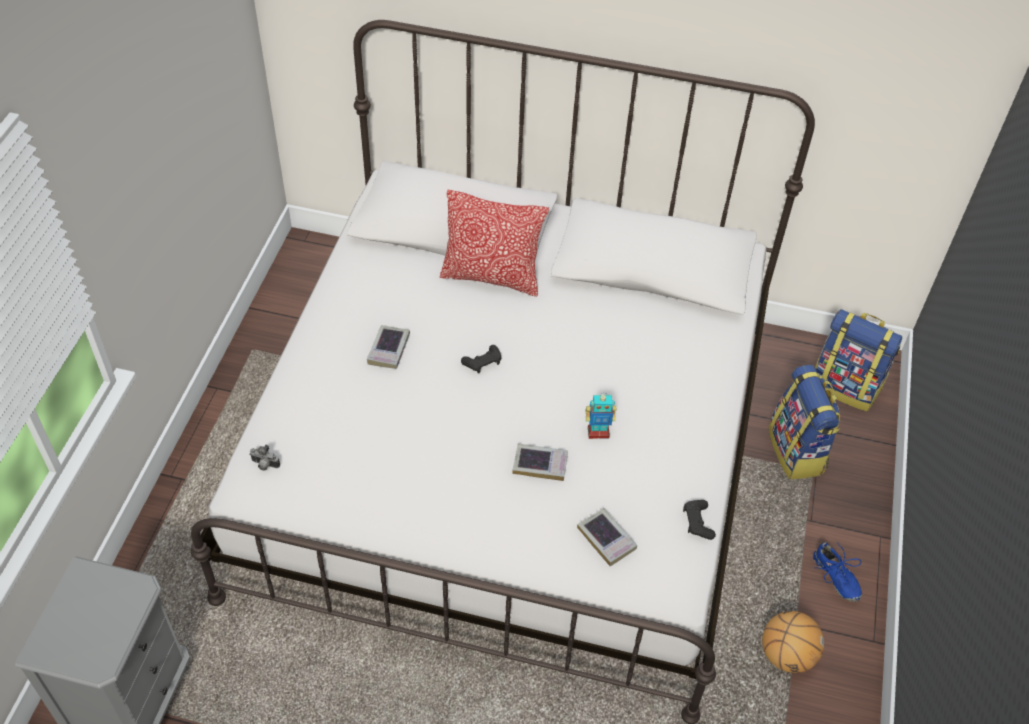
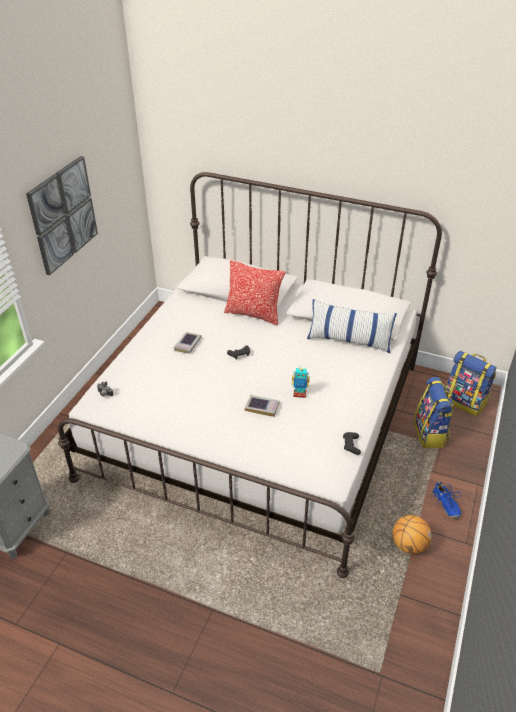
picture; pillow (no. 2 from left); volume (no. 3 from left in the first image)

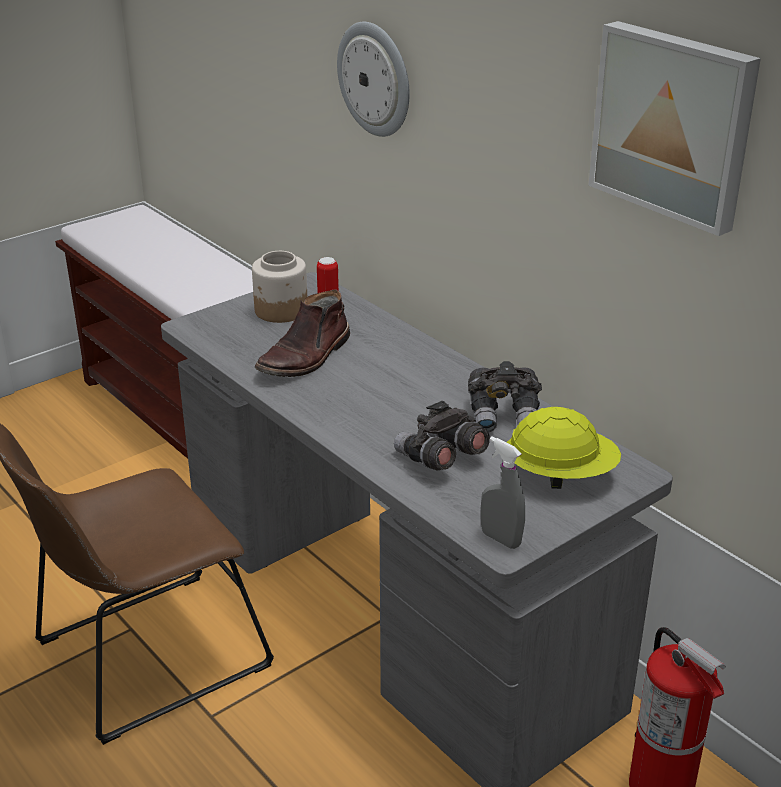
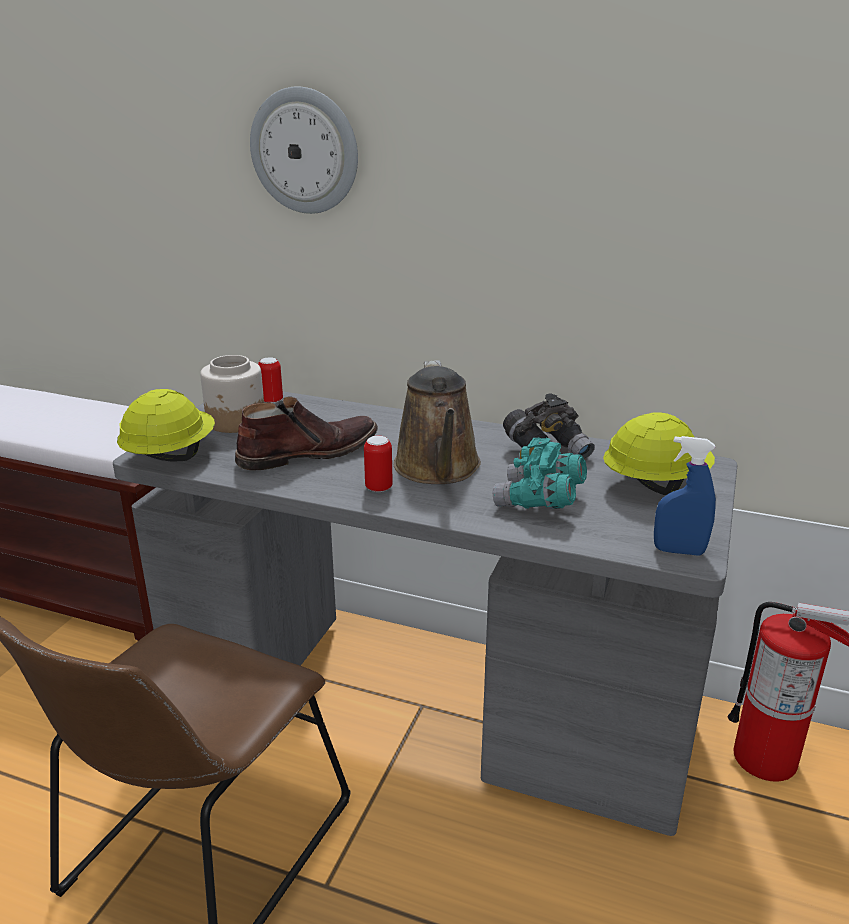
yellowish work helmet (no. 1 from left); brown-coloured high-top boot; metal can (no. 2 from left); brown-coloured watering pot; blue-green binoculars; blue hand sprayer; picture

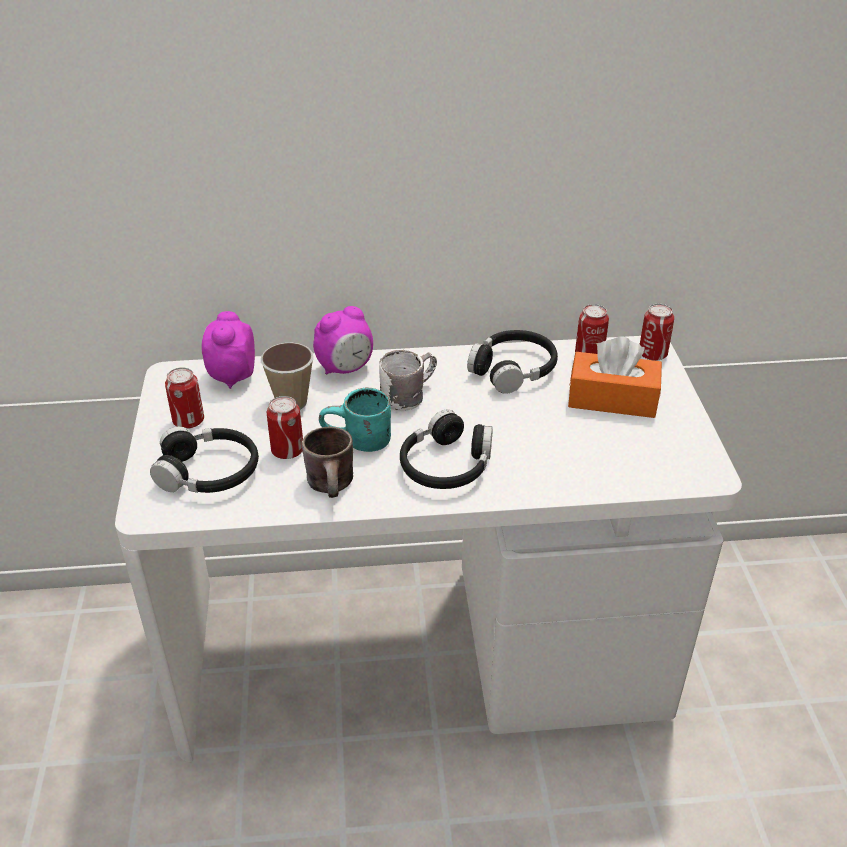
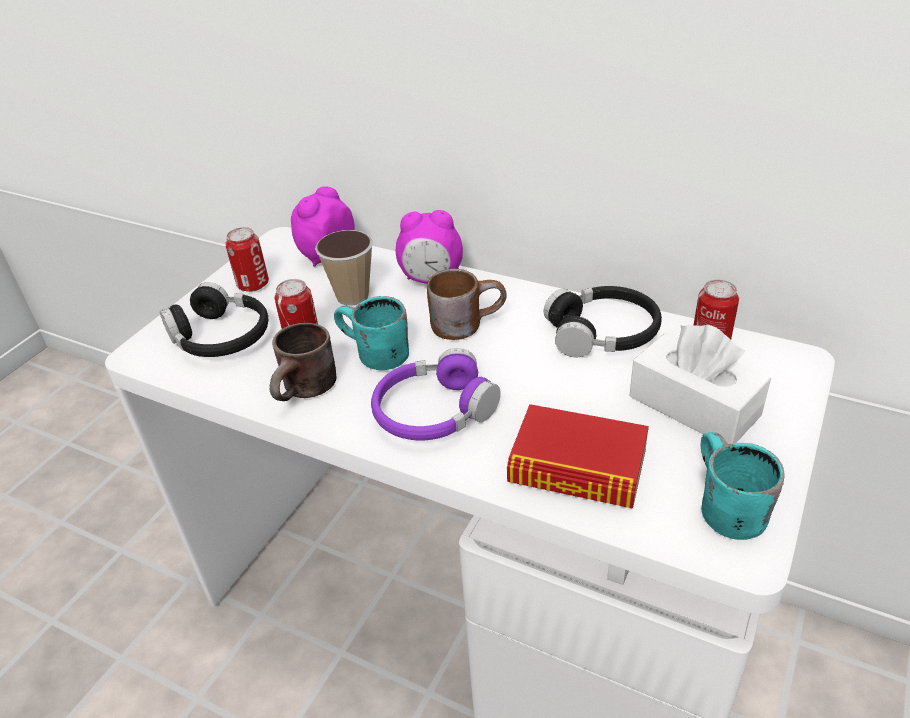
purple pair of headphones; brown-coloured tea mug (no. 2 from left); volume; white tissue box; blue-green tea mug (no. 2 from left); metal can (no. 4 from left in the first image)

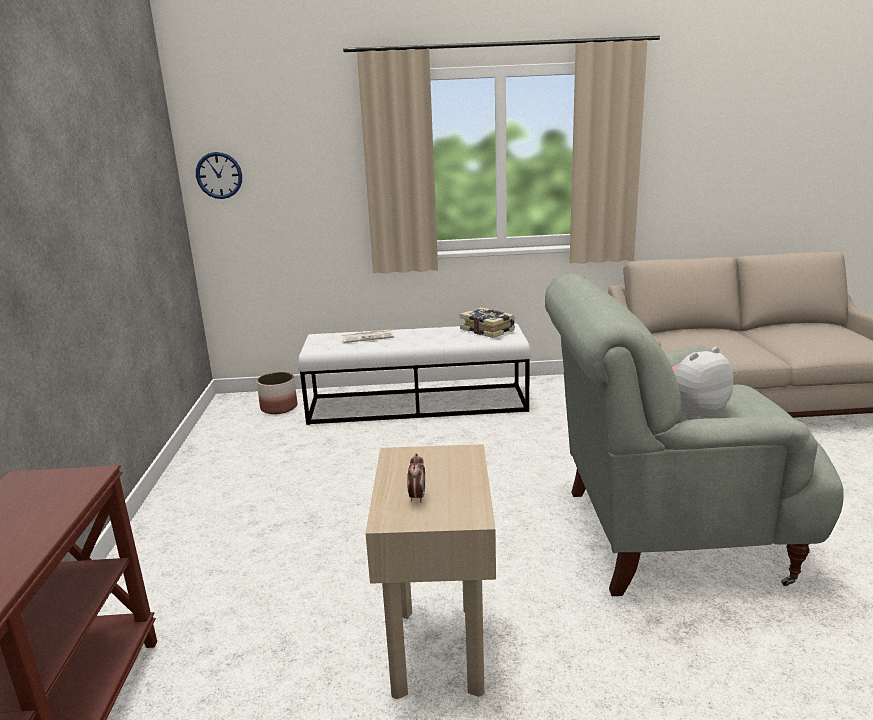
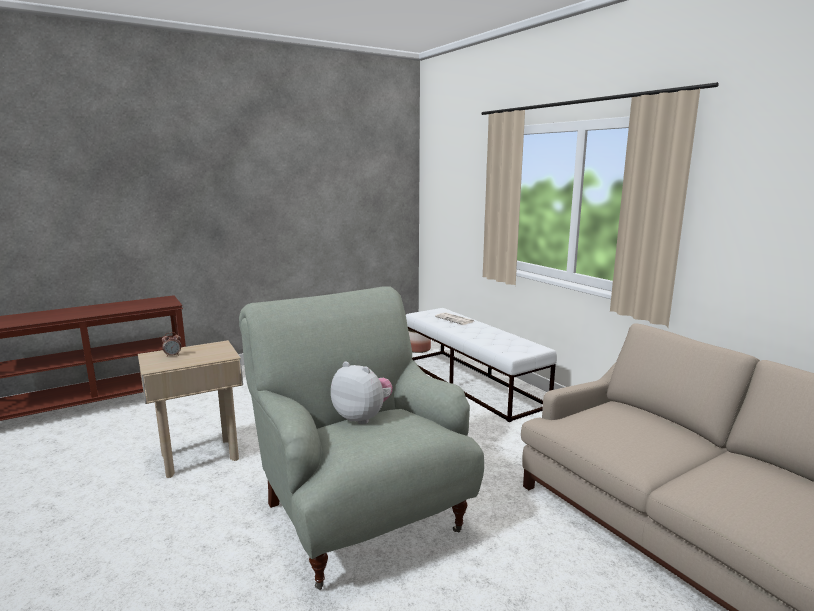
wall clock; volume

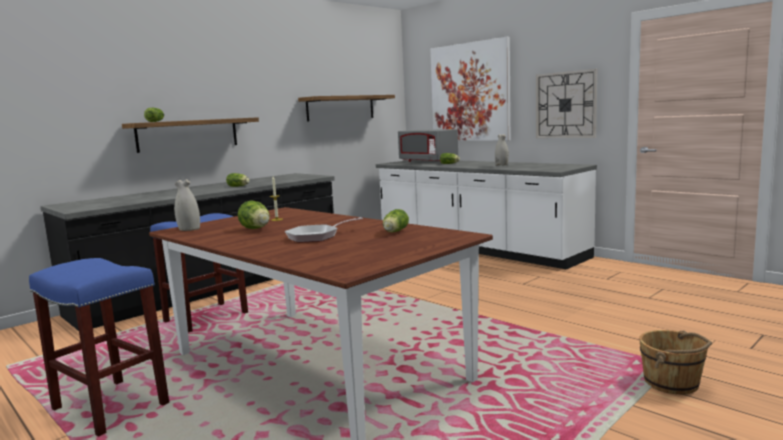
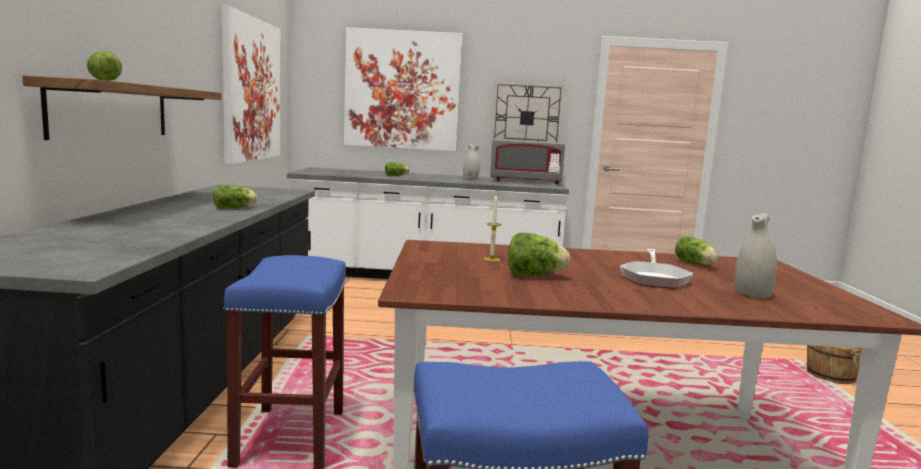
picture (no. 1 from left); gray microwave; white vase (no. 2 from left)

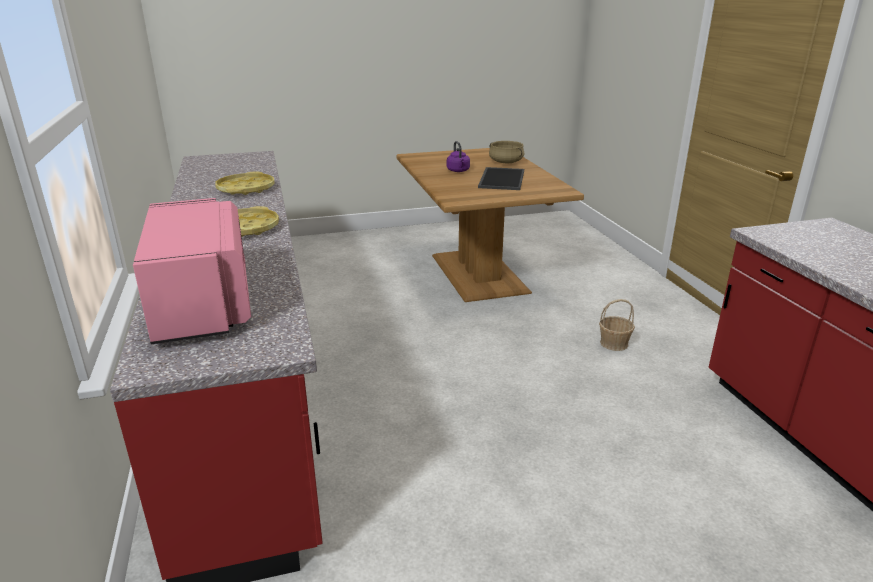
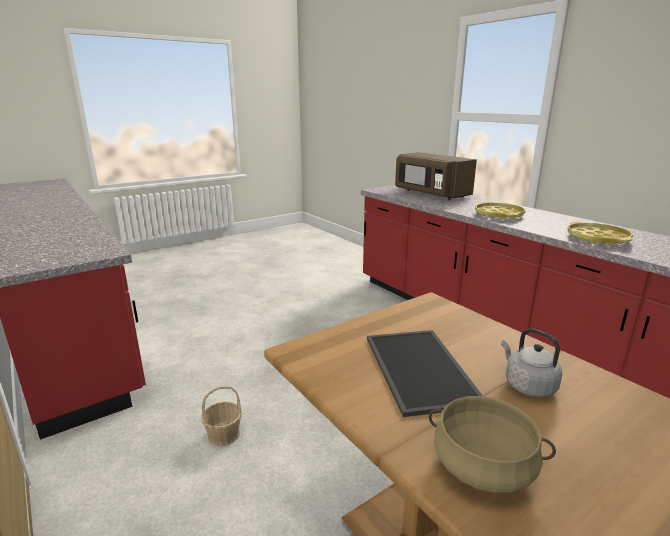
brown-coloured microwave; gray tea kettle

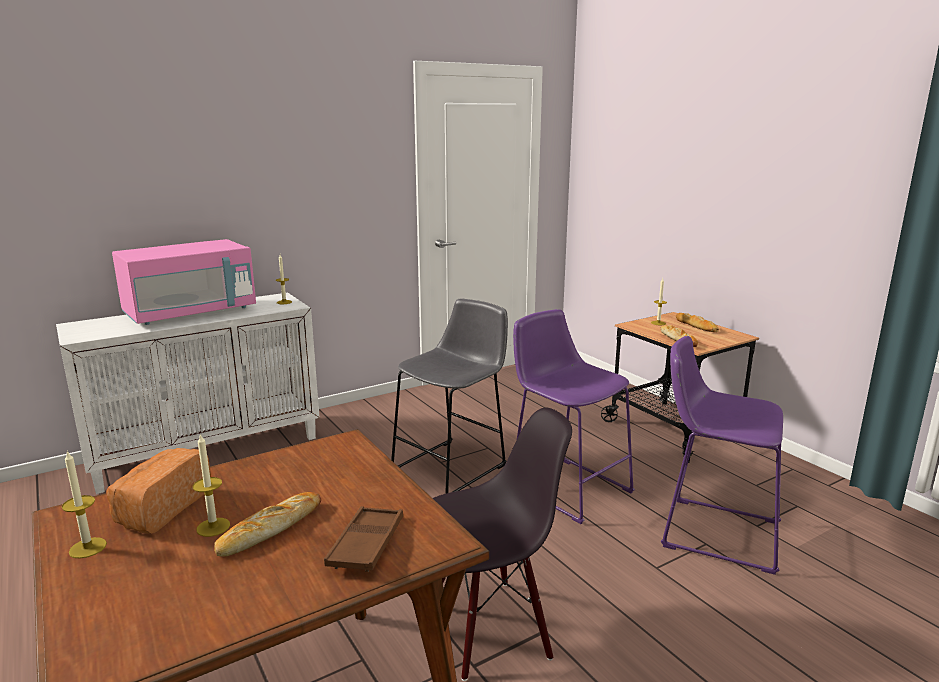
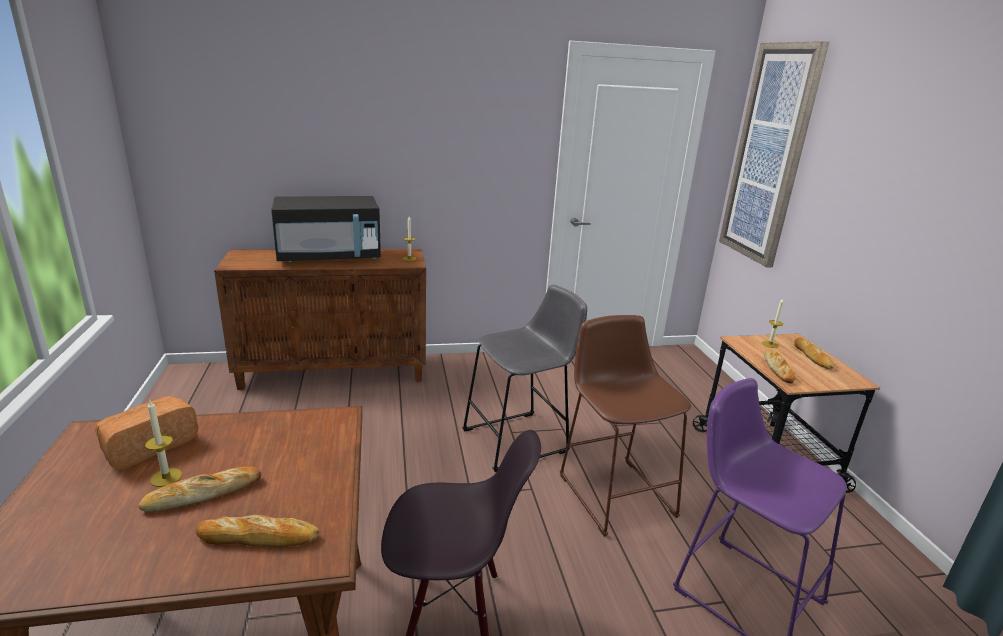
bakery bread (no. 3 from left); brown-coloured cabinet; black-coloured microwave; brown-coloured stool; picture; candle (no. 1 from left in the first image)

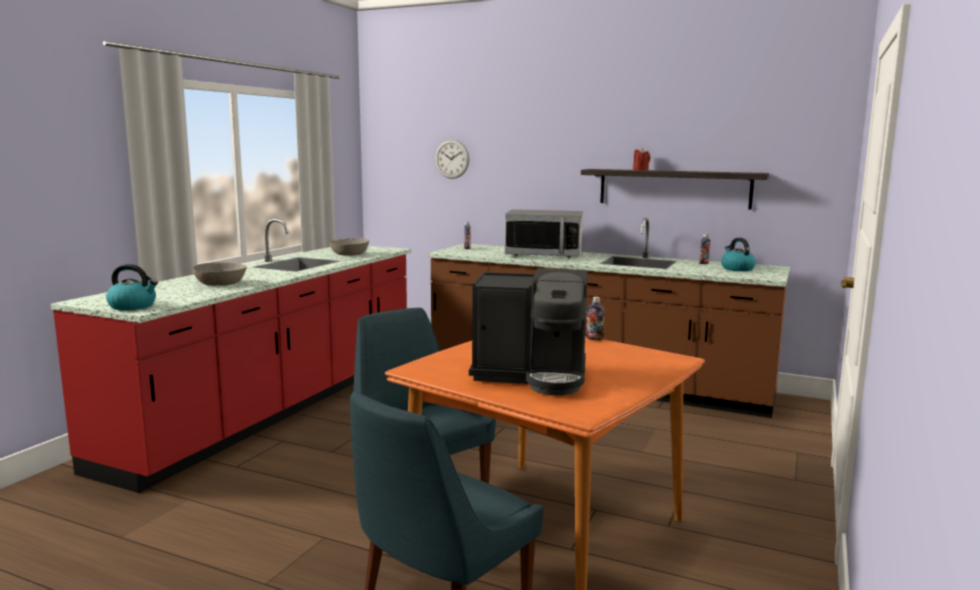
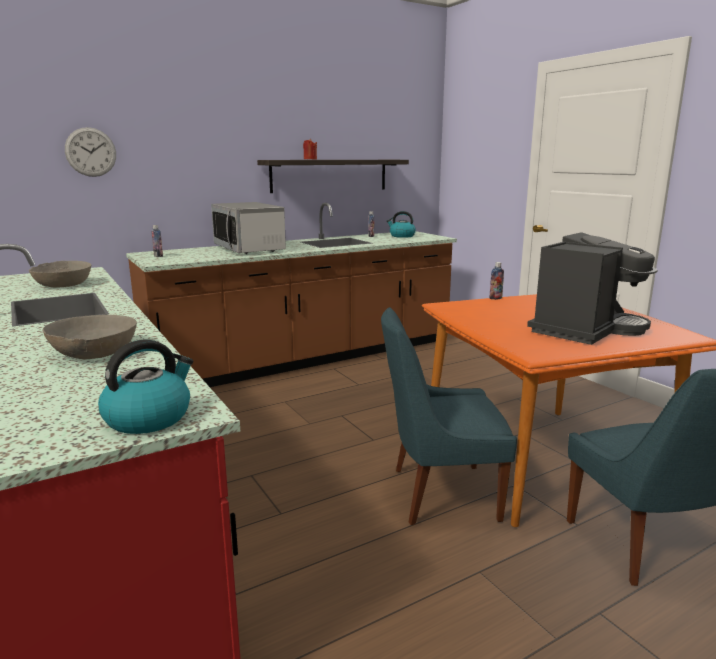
microwave

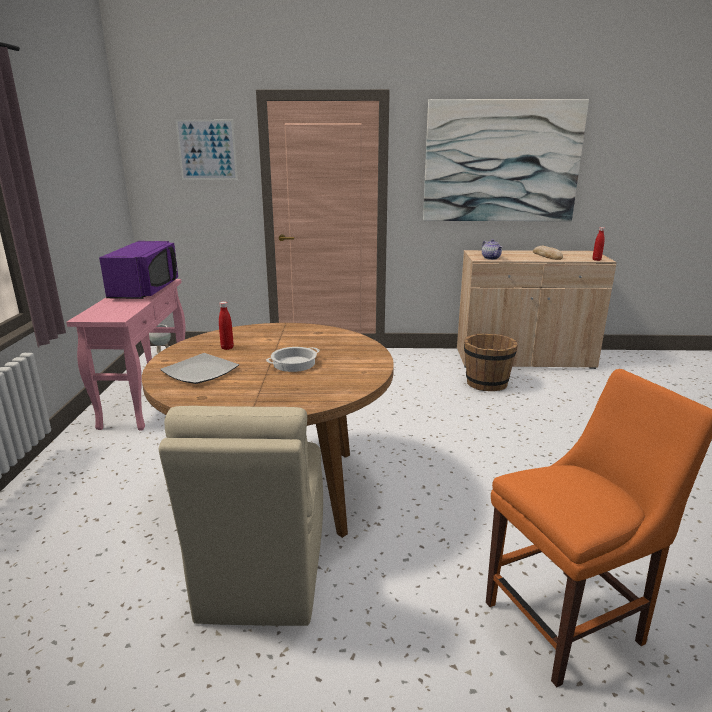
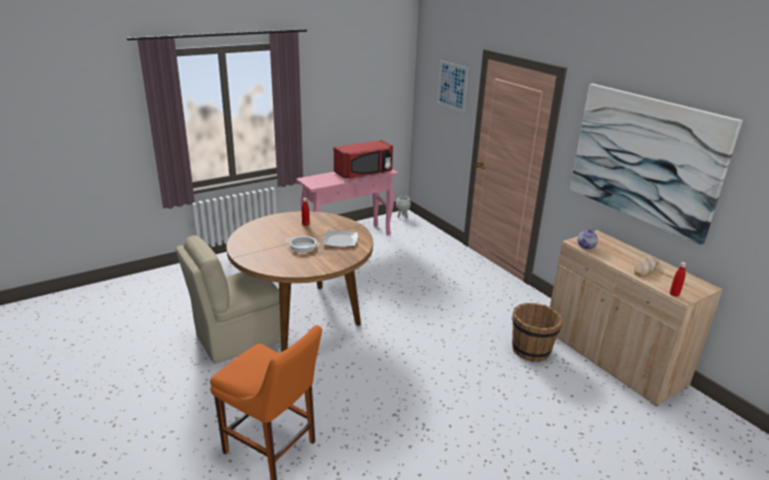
plate; red-coloured microwave

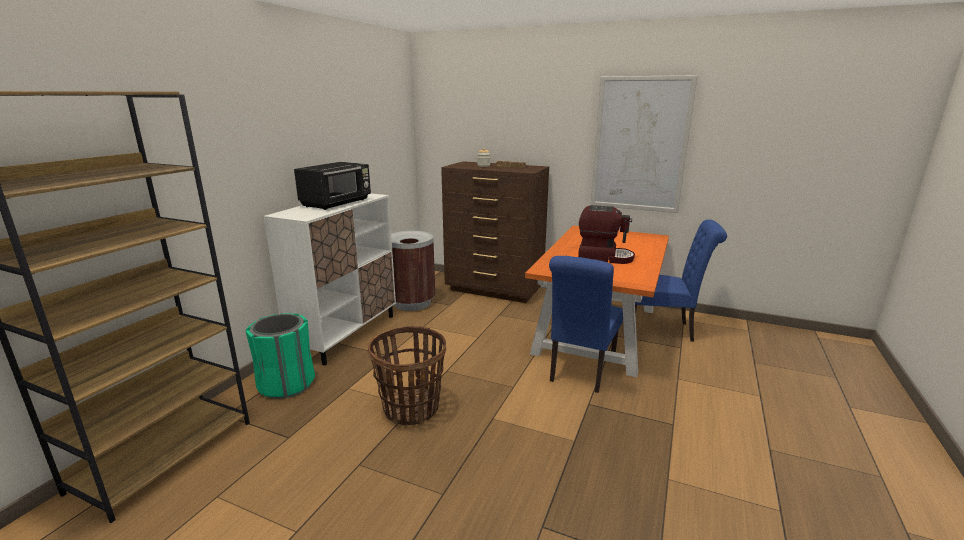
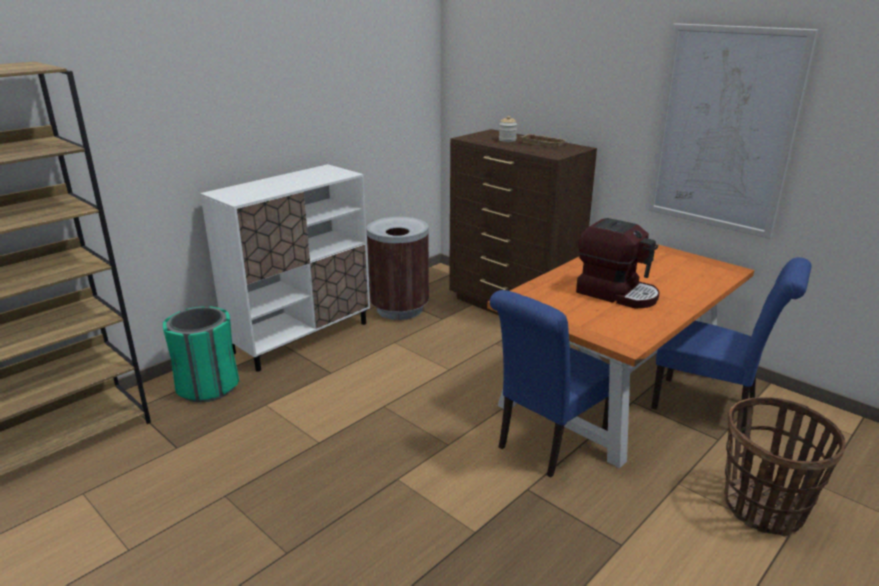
basket; black-coloured microwave

